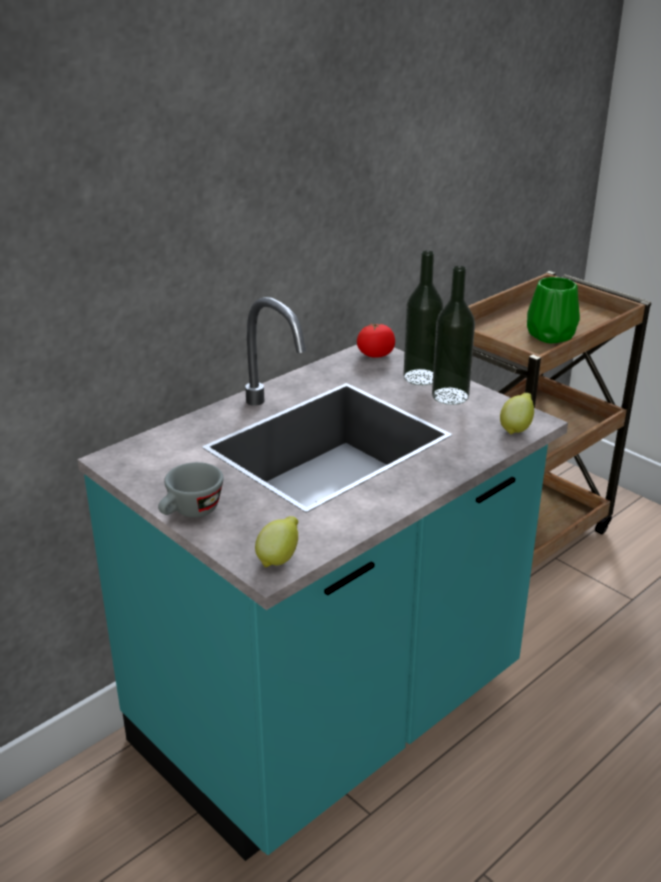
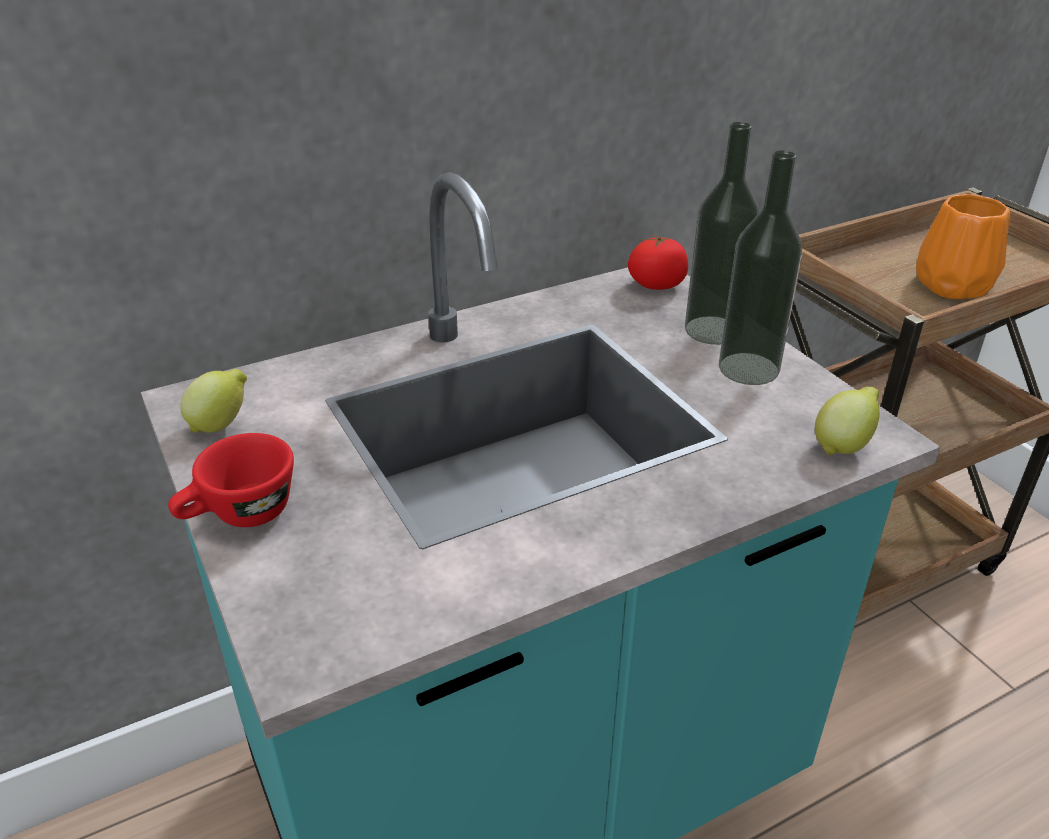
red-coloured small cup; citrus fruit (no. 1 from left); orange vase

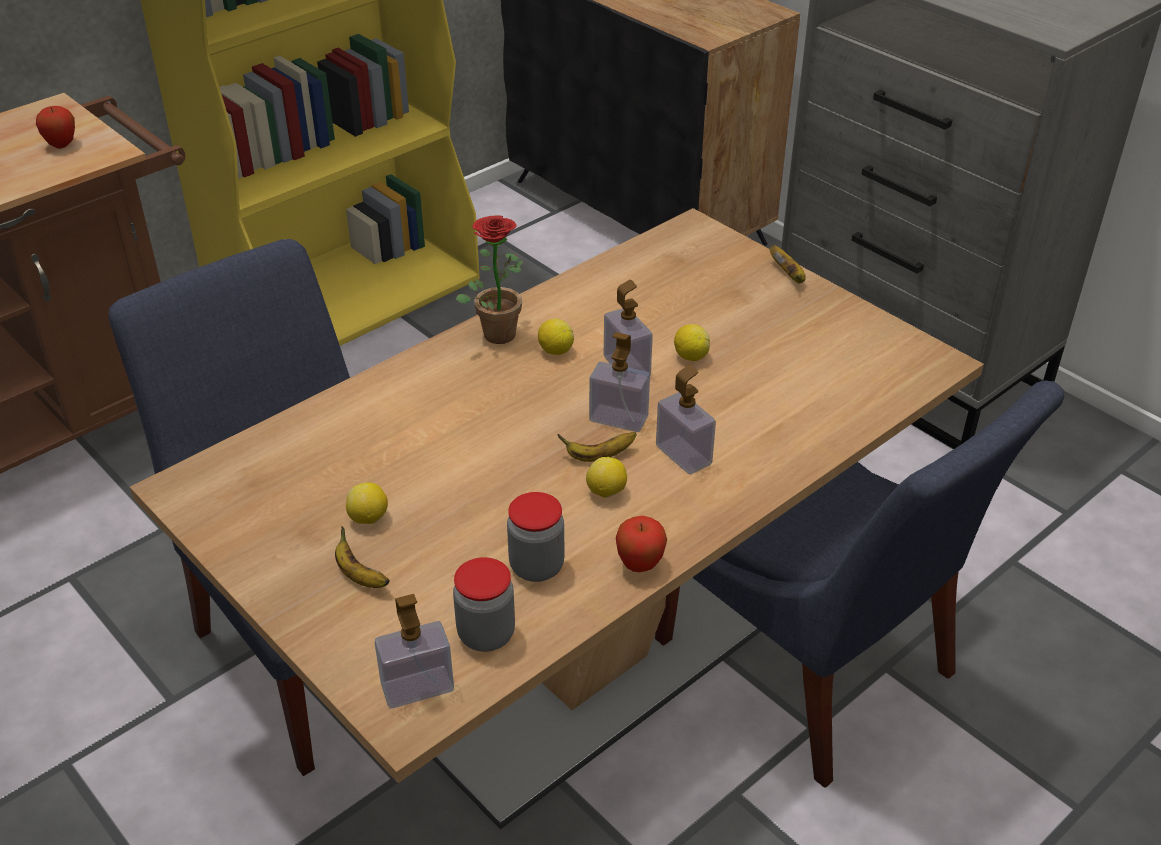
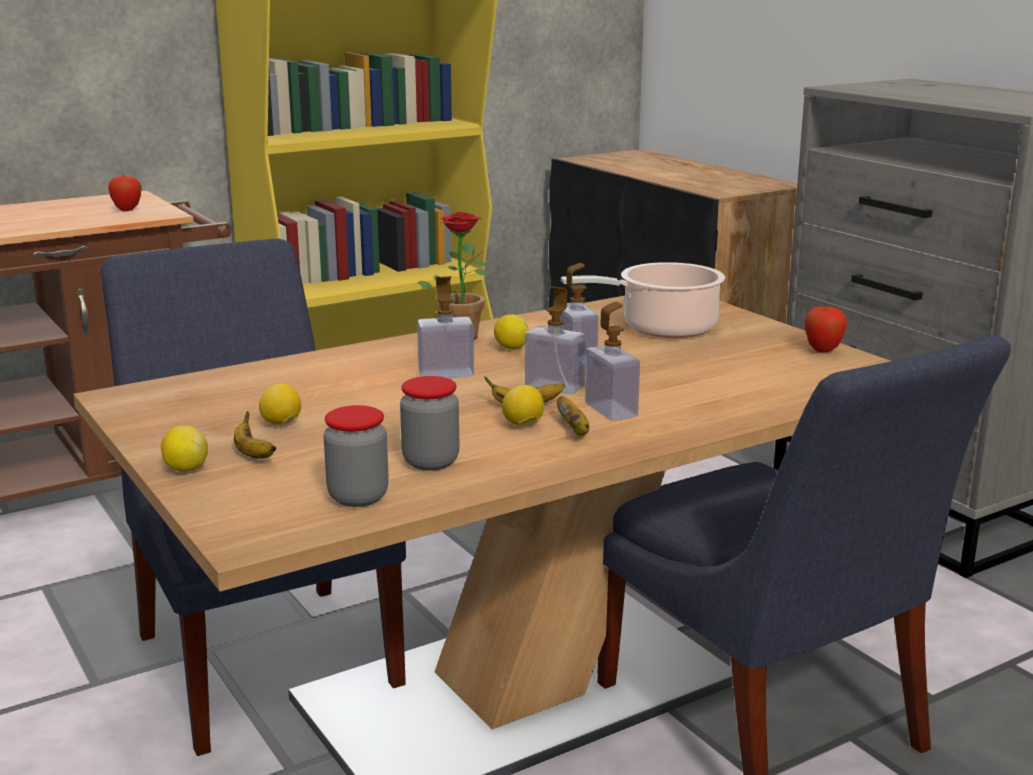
citrus fruit (no. 1 from left); liquid soap bottle (no. 1 from left); whole banana (no. 3 from left); cooking pot; apple (no. 2 from left)

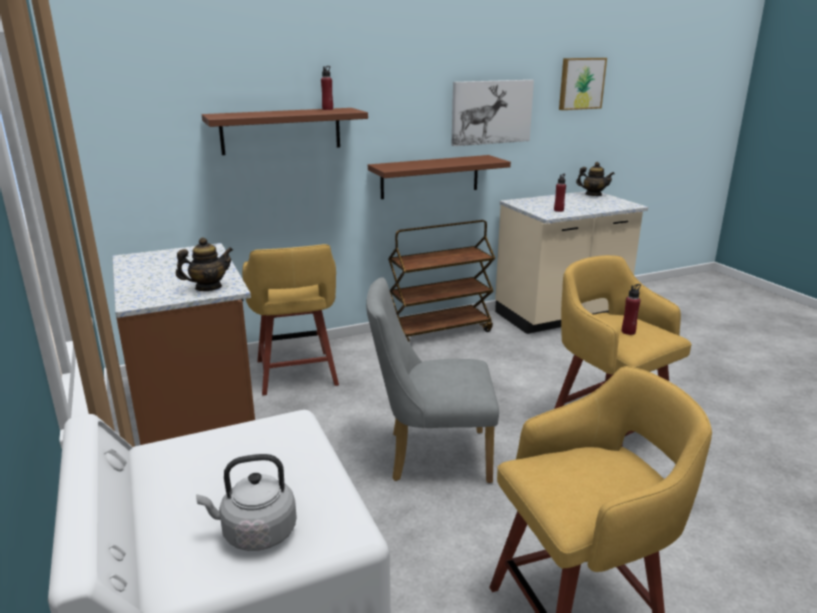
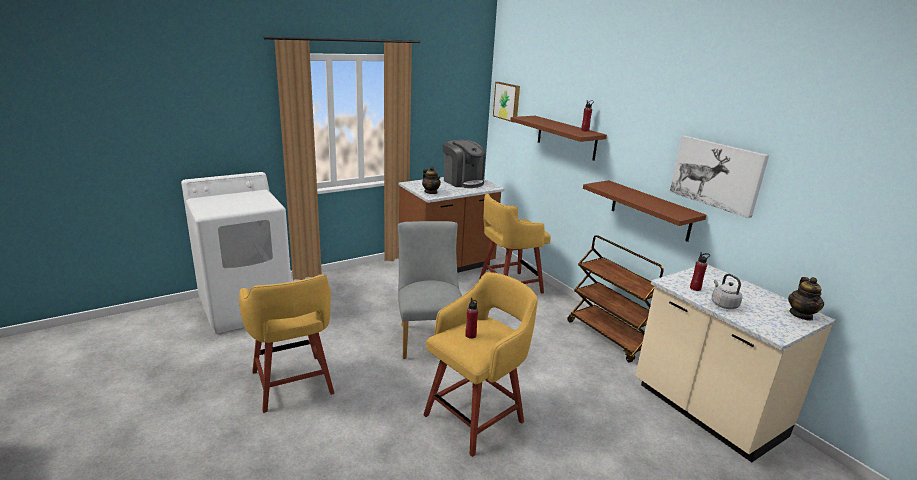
coffee brewer; picture (no. 1 from left); gray tea kettle

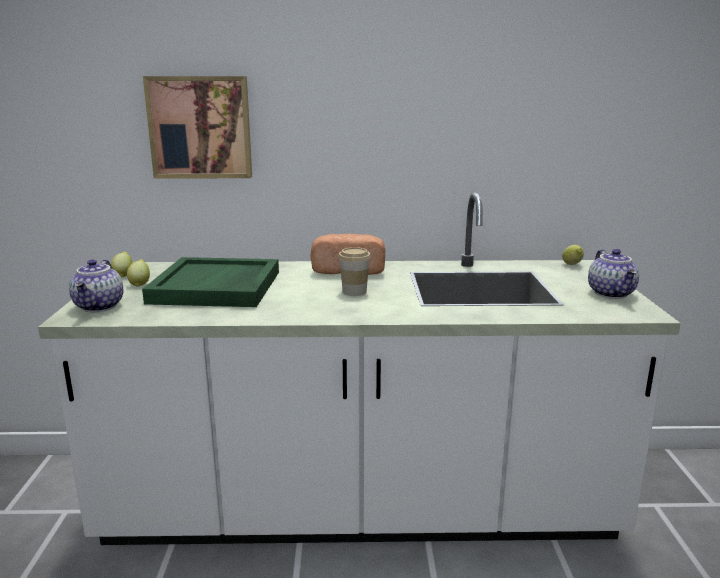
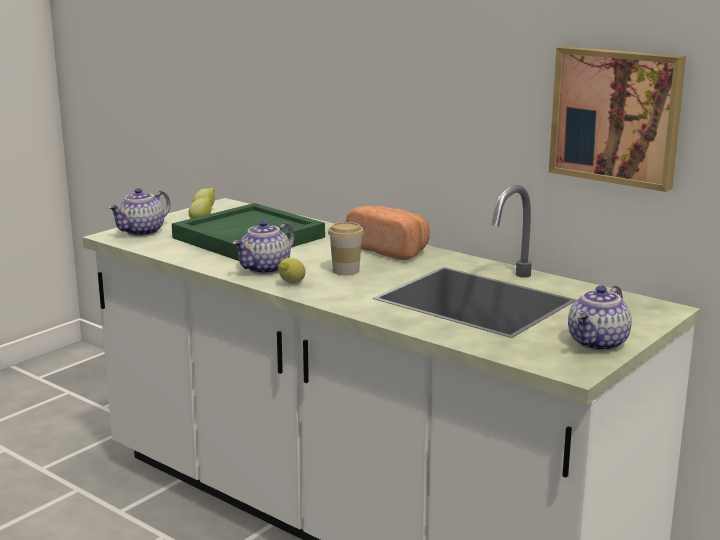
teapot (no. 2 from left); citrus fruit (no. 3 from left); picture

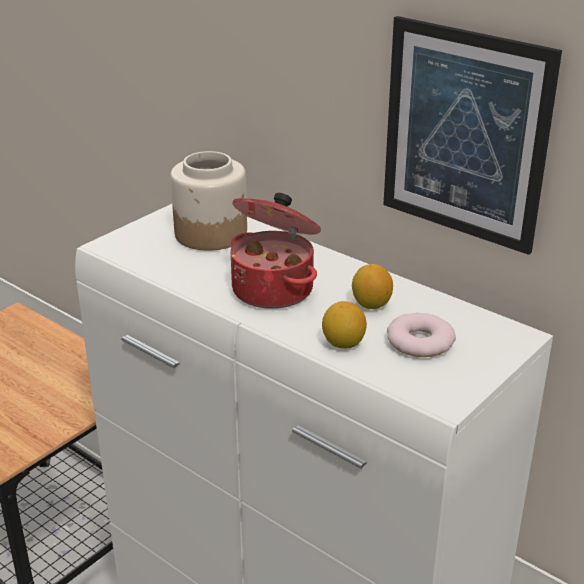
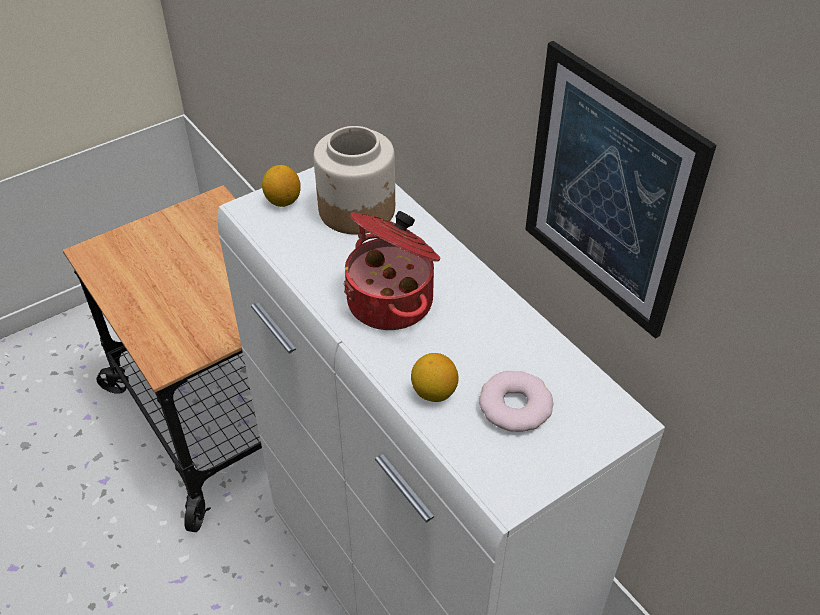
citrus fruit (no. 1 from left)

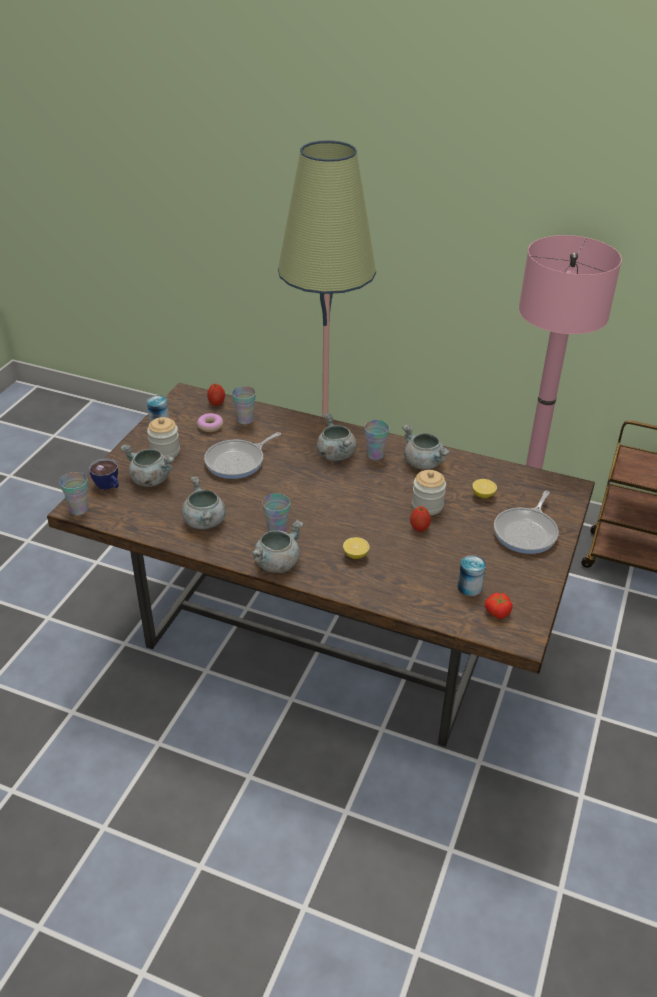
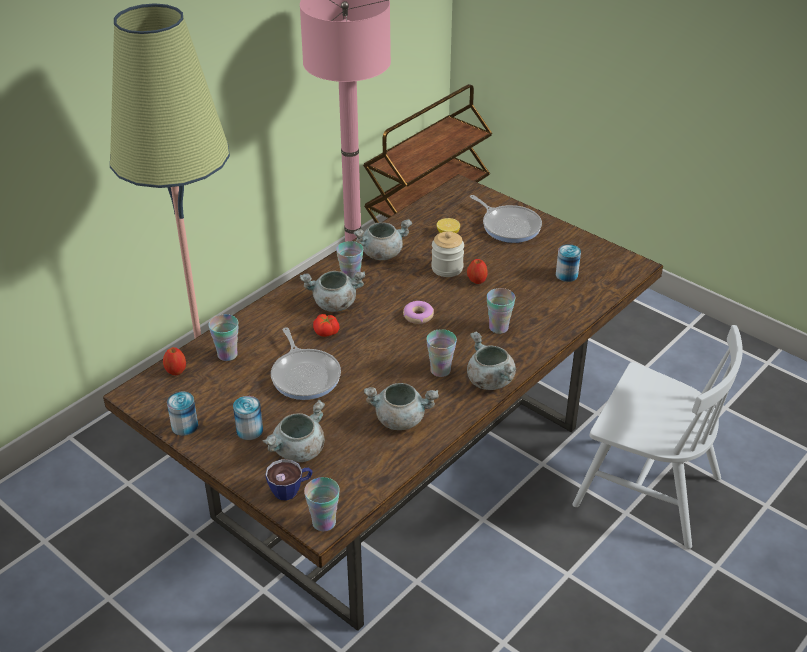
metal can (no. 2 from left); tomato; ring doughnut; small cup (no. 6 from left); white plain chair

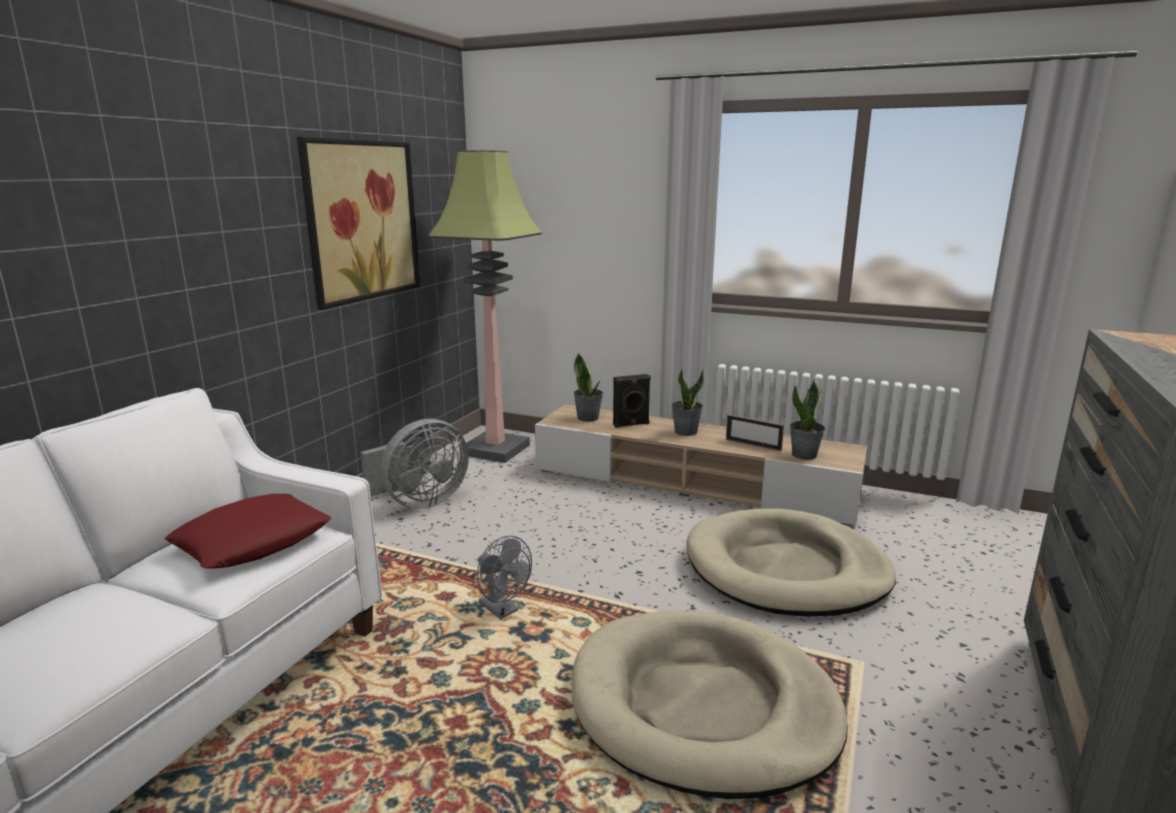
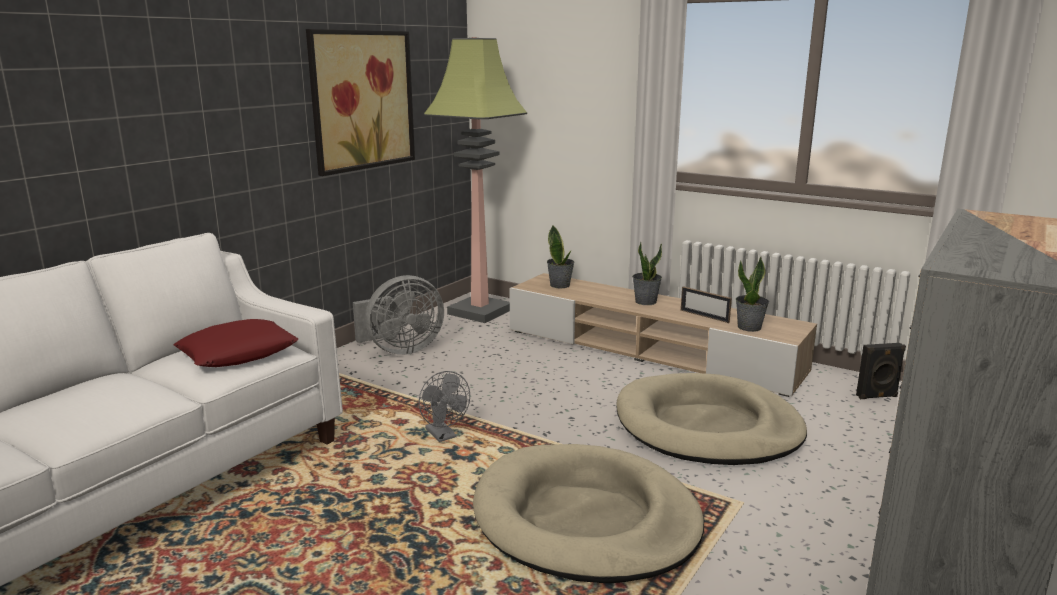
black-coloured loudspeaker

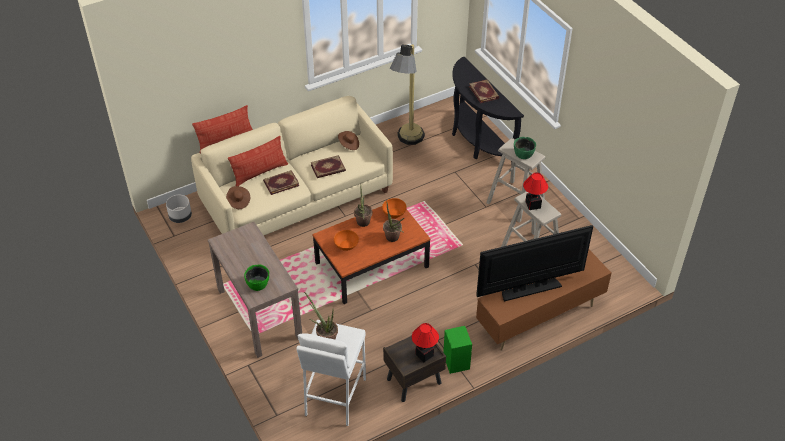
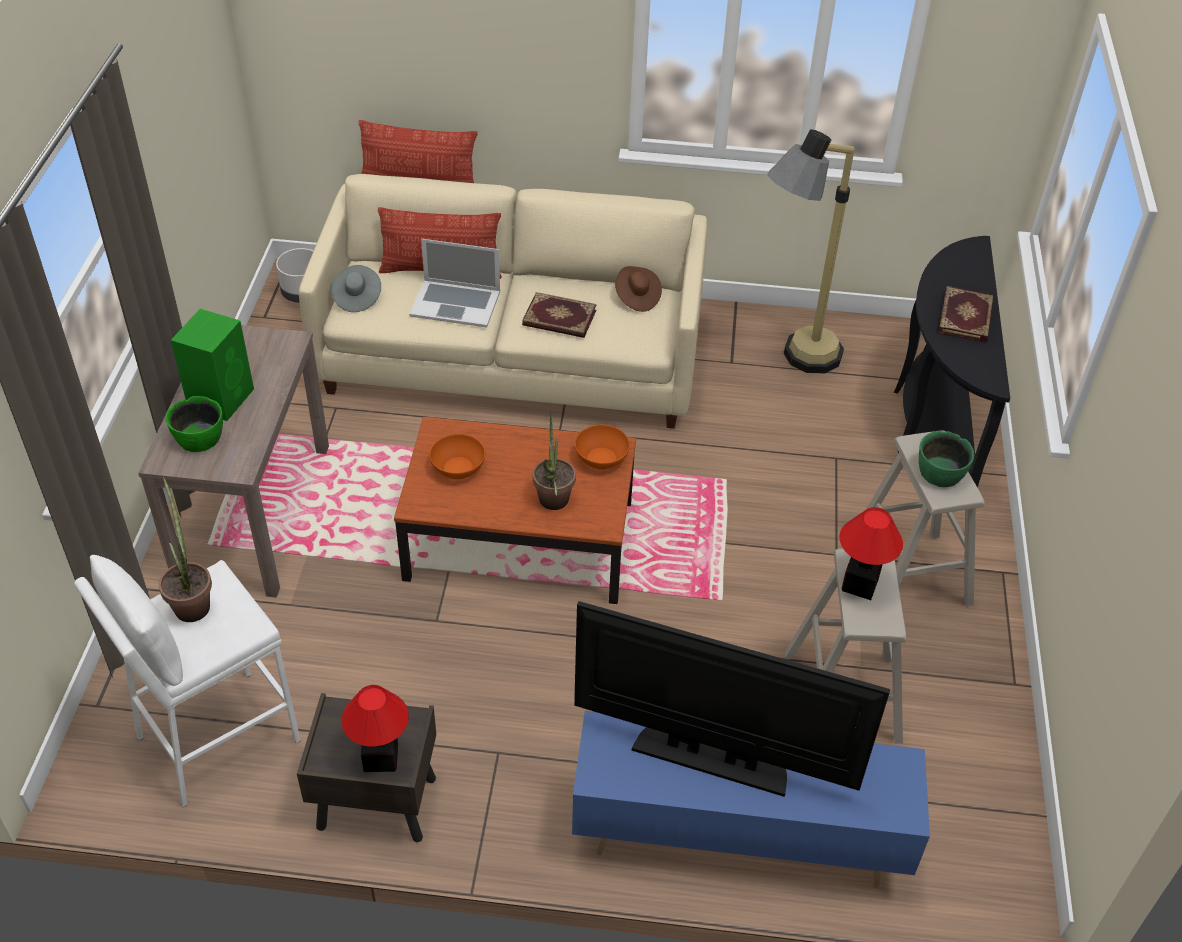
greenish loudspeaker; gray hat; laptop; blue tv stand; plant in a pot (no. 2 from left in the first image)

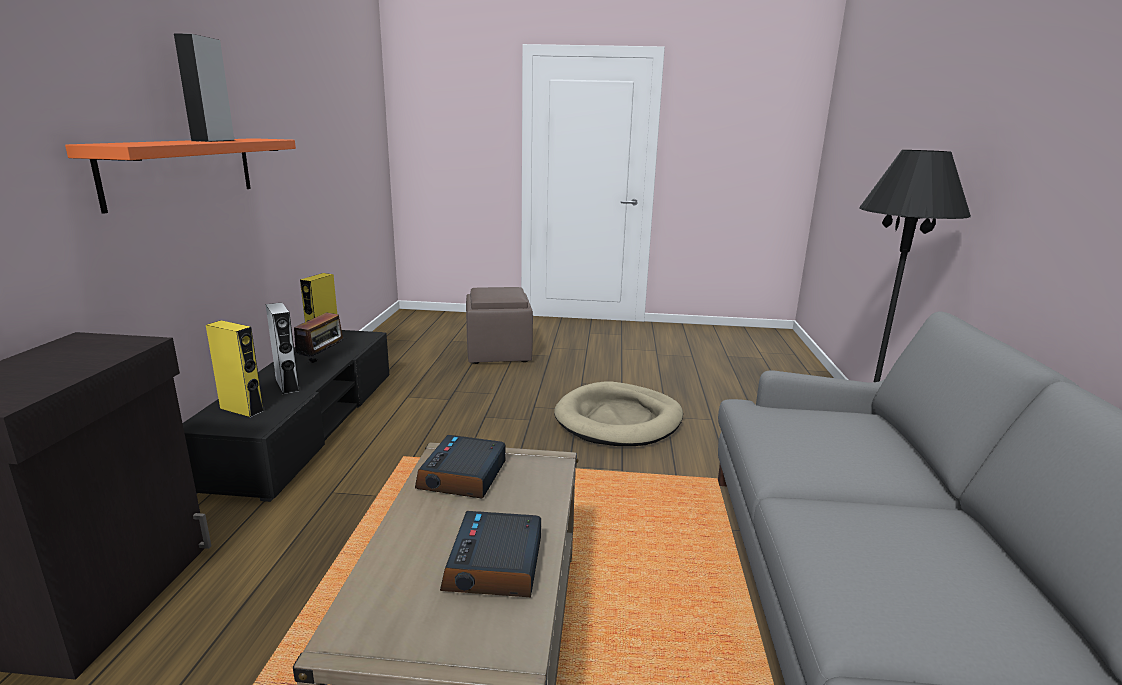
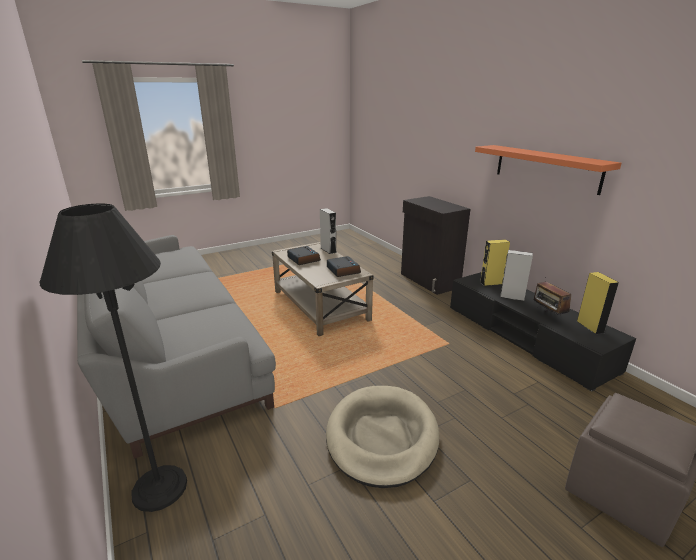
gray loudspeaker (no. 1 from left)

